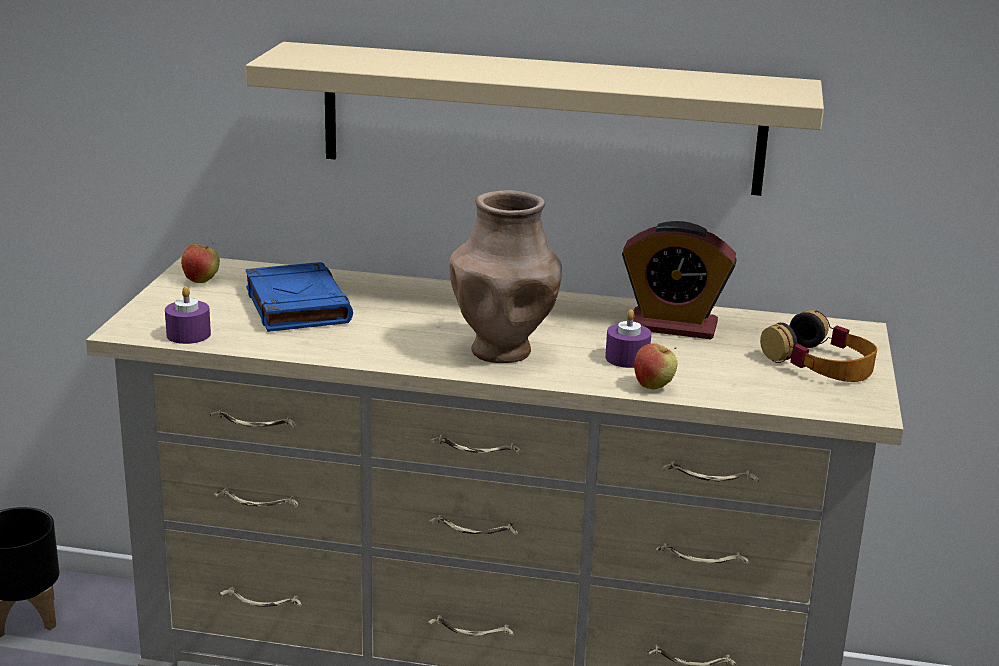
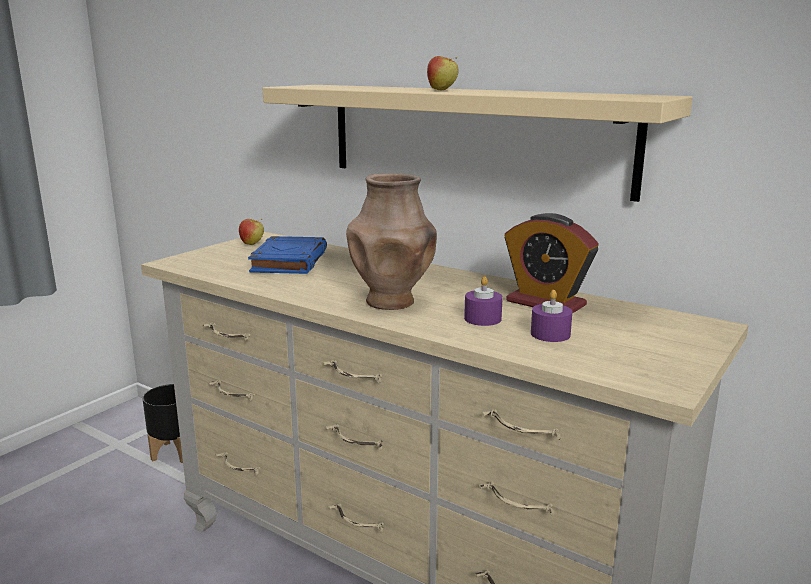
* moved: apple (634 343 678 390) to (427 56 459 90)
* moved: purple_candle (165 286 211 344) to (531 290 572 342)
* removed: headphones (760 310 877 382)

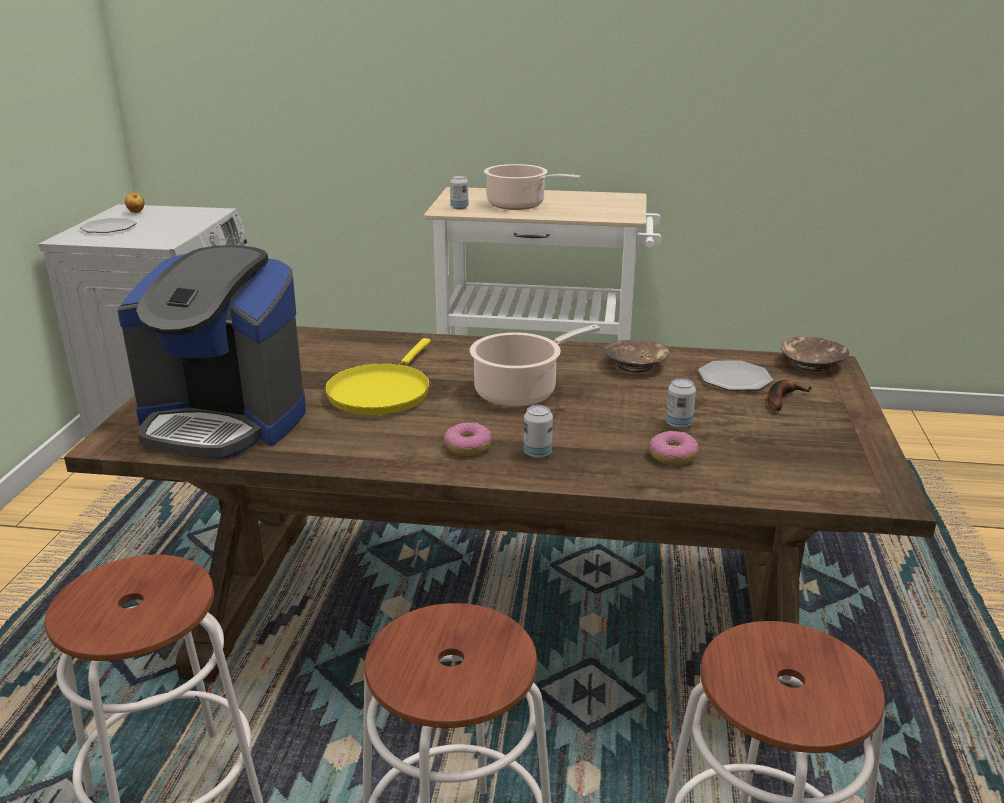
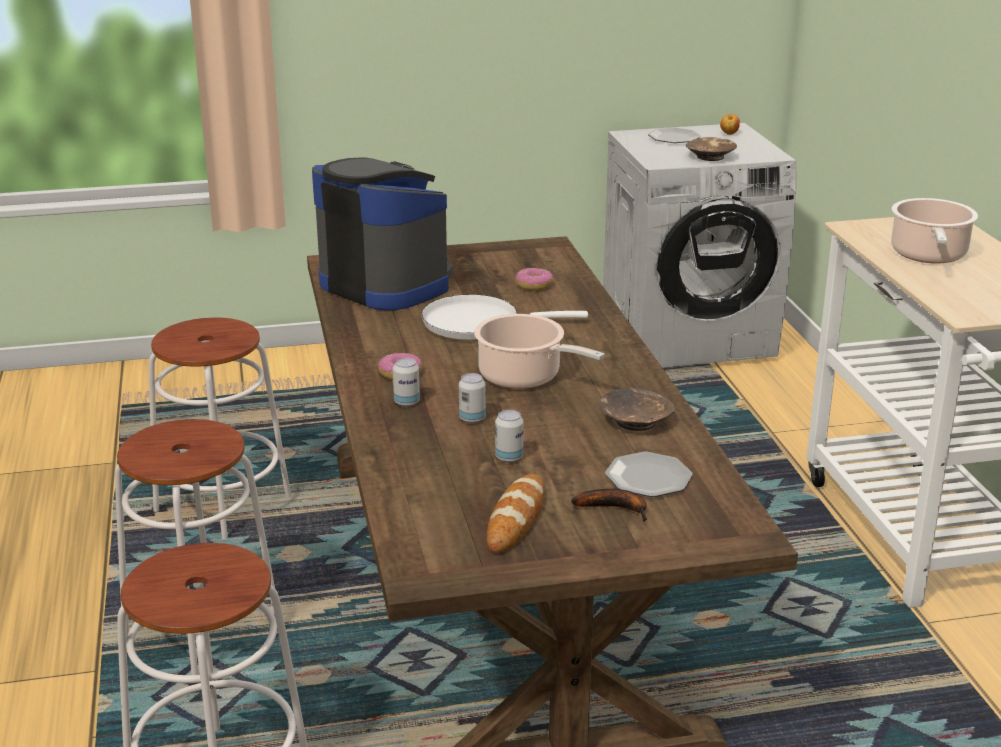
* turned: coffee_machine (117 245 306 459) = (312 157 453 310) 135 degrees clockwise
* recoloured: yellow_frying_pan (325 338 431 415) to white_frying_pan (421 294 588 340)
* moved: can (450 175 468 209) to (459 373 486 423)
* added: bread (487 474 545 553)
* moved: donut (649 431 699 465) to (515 268 553 291)
* moved: brown_bowl (781 337 849 371) to (686 137 737 161)

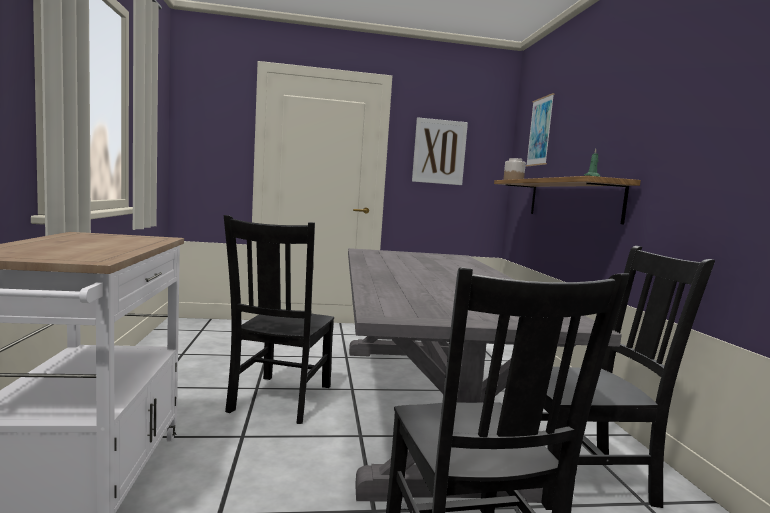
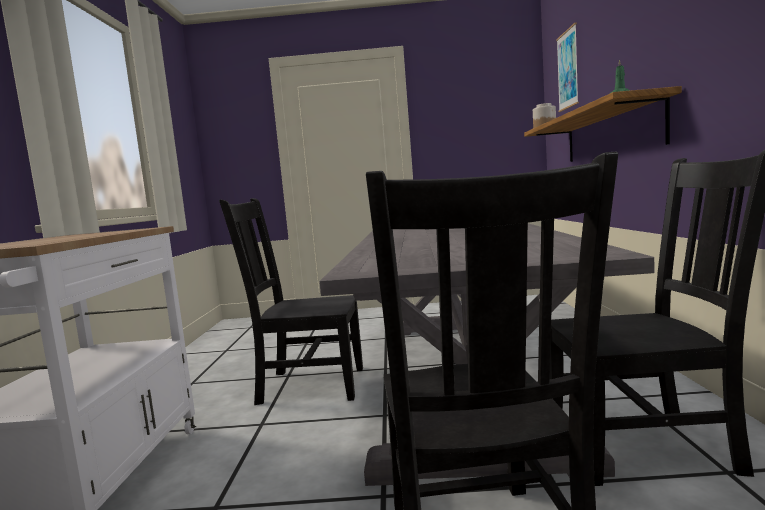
* turned: black_chair (224 215 334 424) = (219 198 363 405) 75 degrees clockwise
* removed: picture (412 117 468 185)

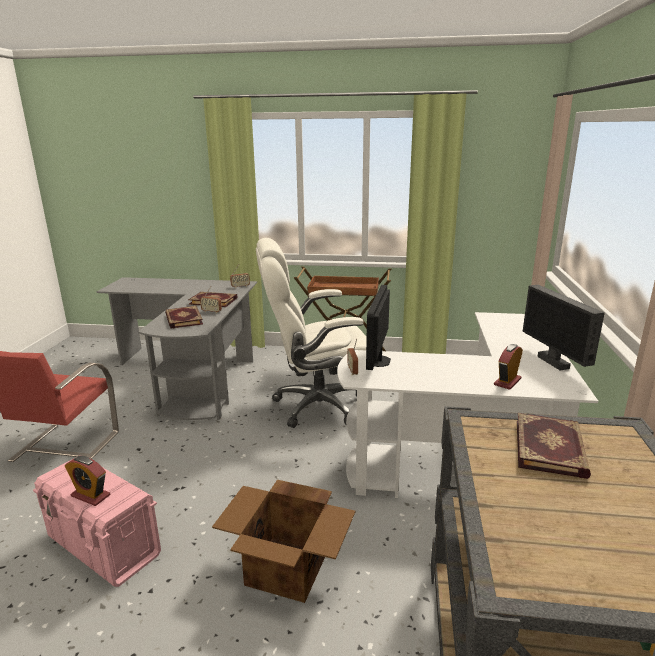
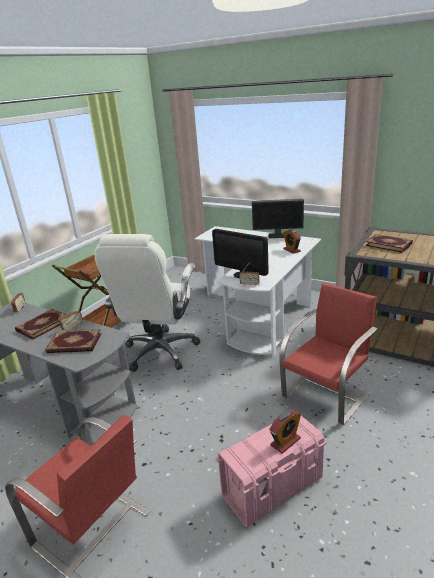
* replaced: cardboard_box (212 480 355 603) to red_chair (280 283 378 425)

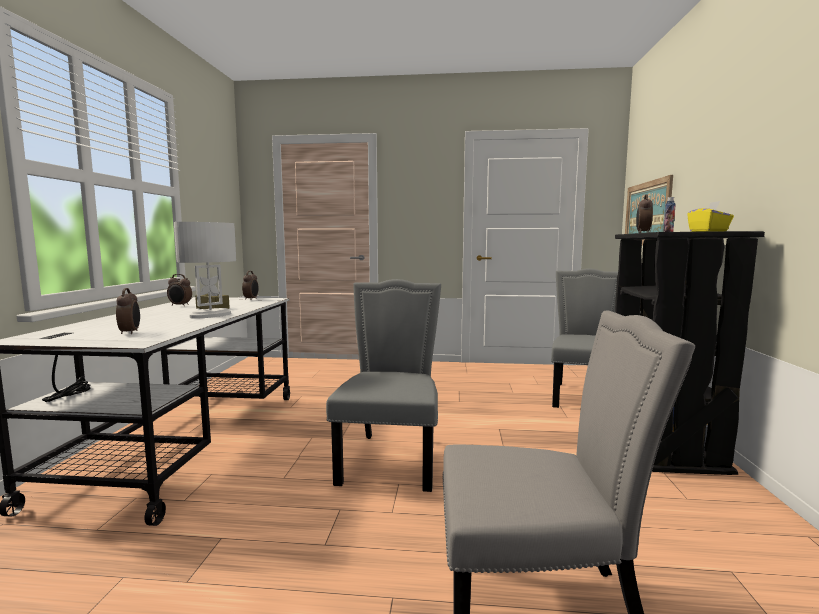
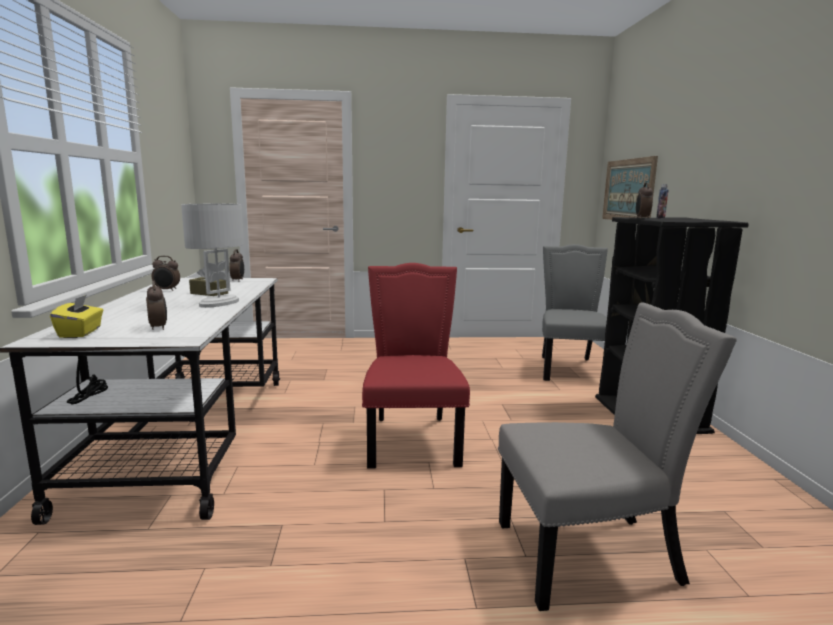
* moved: yellow_tissue_box (687 201 734 232) to (50 295 103 338)
* recoloured: grey_chair (326 279 441 492) to red_chair (362 263 470 468)

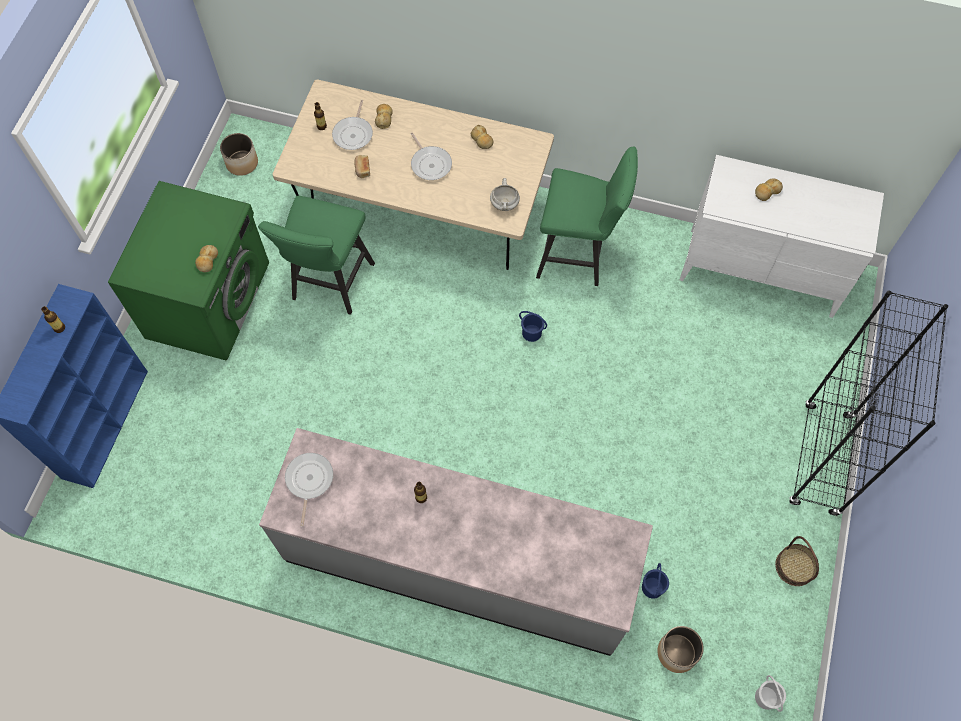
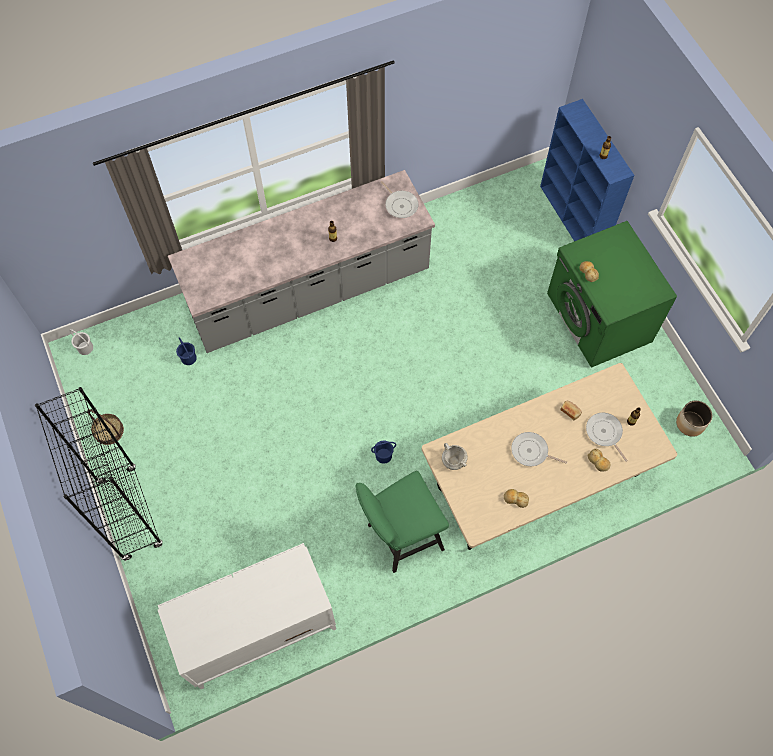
* removed: green_stool (258 196 375 315)
* removed: planter (657 626 704 673)
* removed: bread (755 178 783 201)

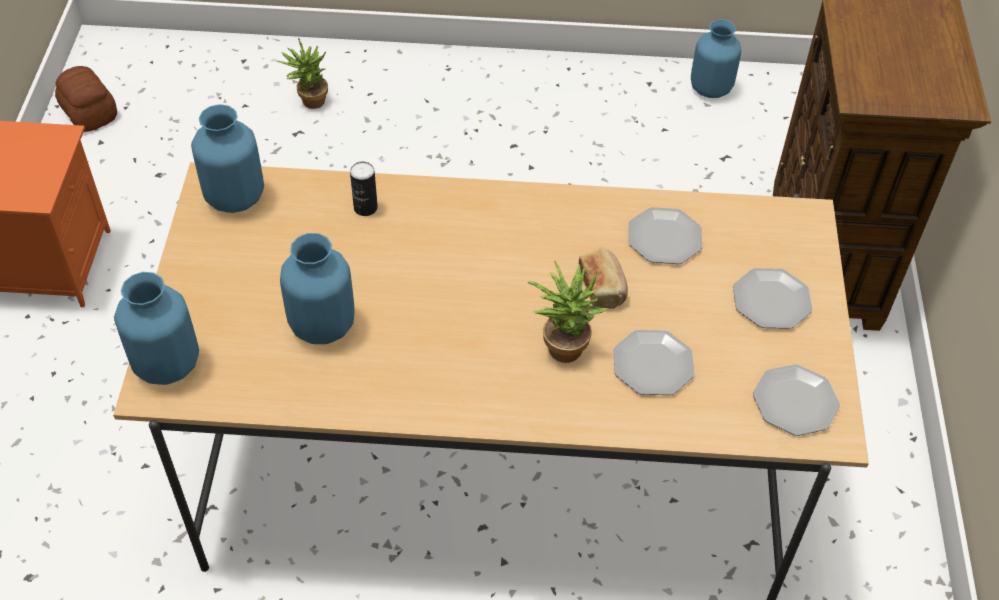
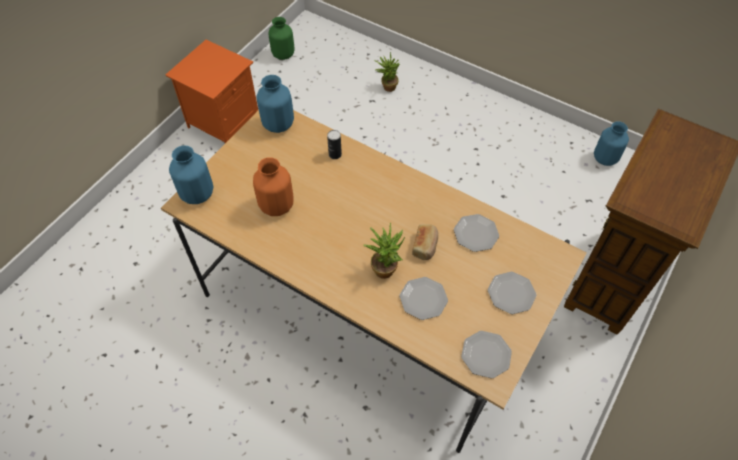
* recoloured: blue_vase (280 233 355 344) to orange_vase (253 157 294 216)
* replaced: bread (55 66 117 132) to green_vase (268 17 295 60)

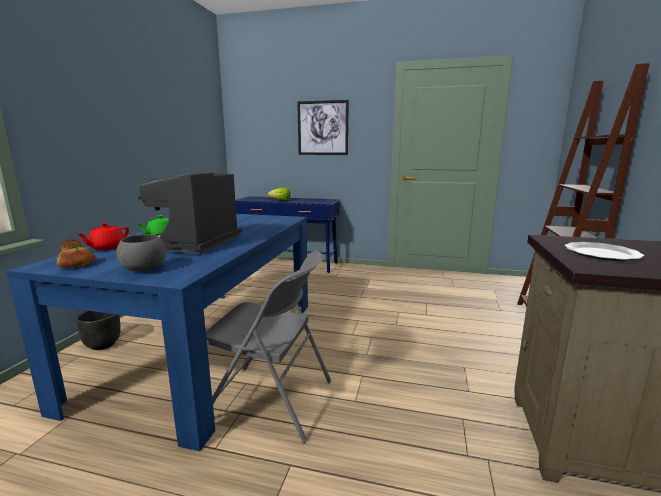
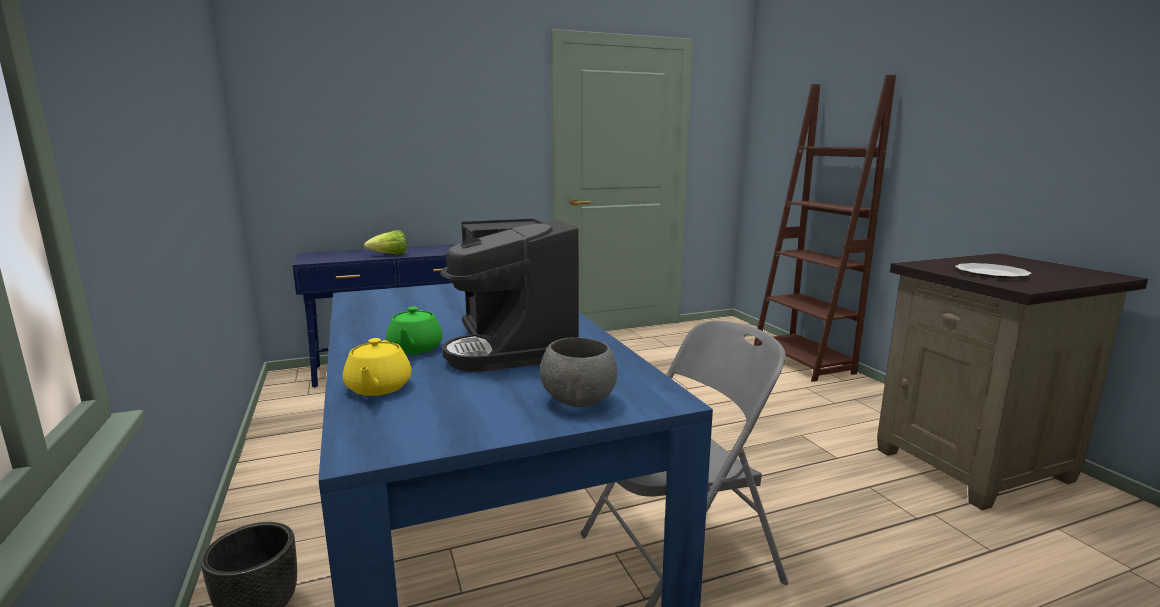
* recoloured: red_teapot (77 223 129 250) to yellow_teapot (343 338 411 396)
* removed: bread (57 239 95 268)
* removed: picture (297 100 349 155)

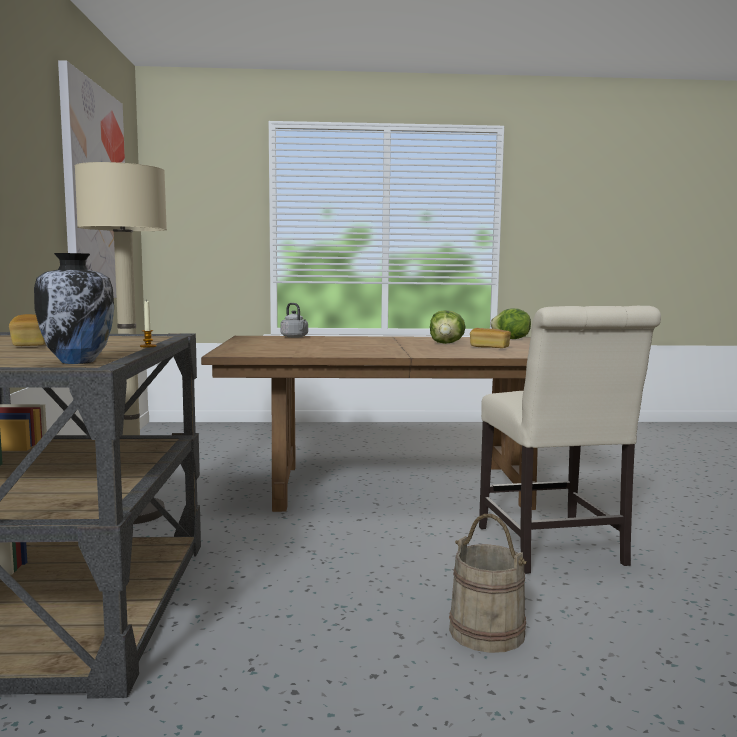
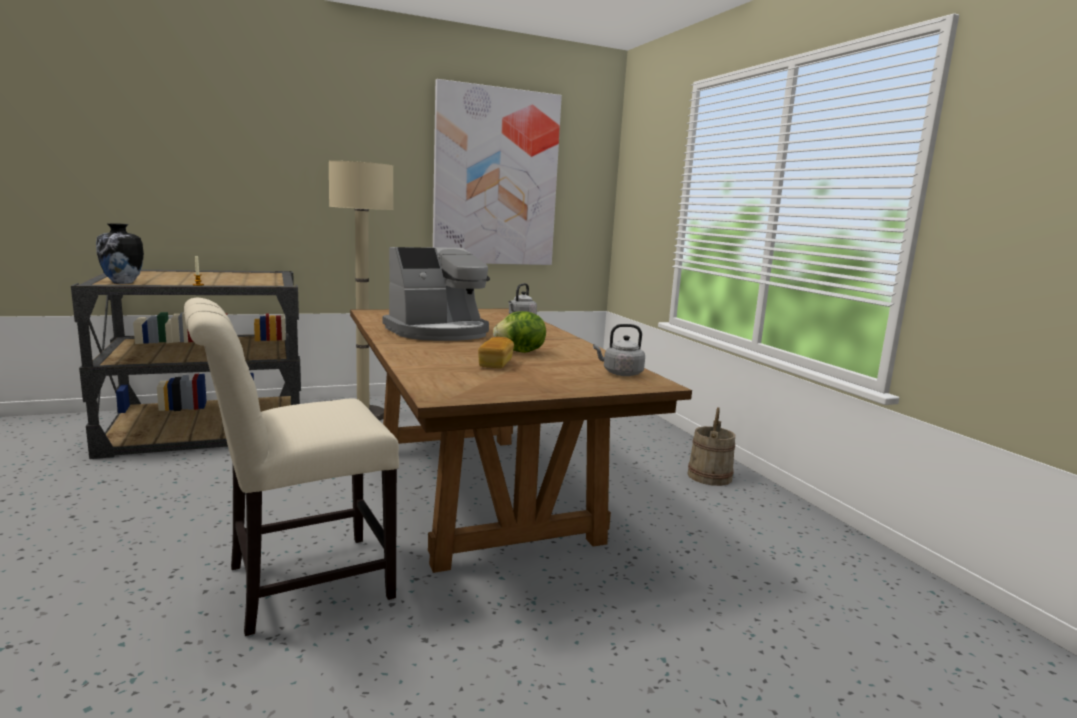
* added: coffee_machine (382 247 490 341)
* replaced: lettuce (490 308 531 339) to grey_kettle (593 324 645 376)
* moved: beige_bucket (449 514 527 653) to (687 407 735 486)
* removed: bread (9 314 45 346)

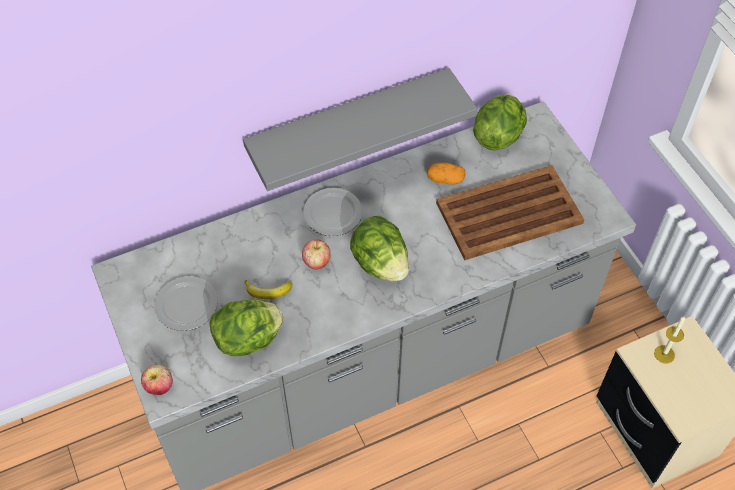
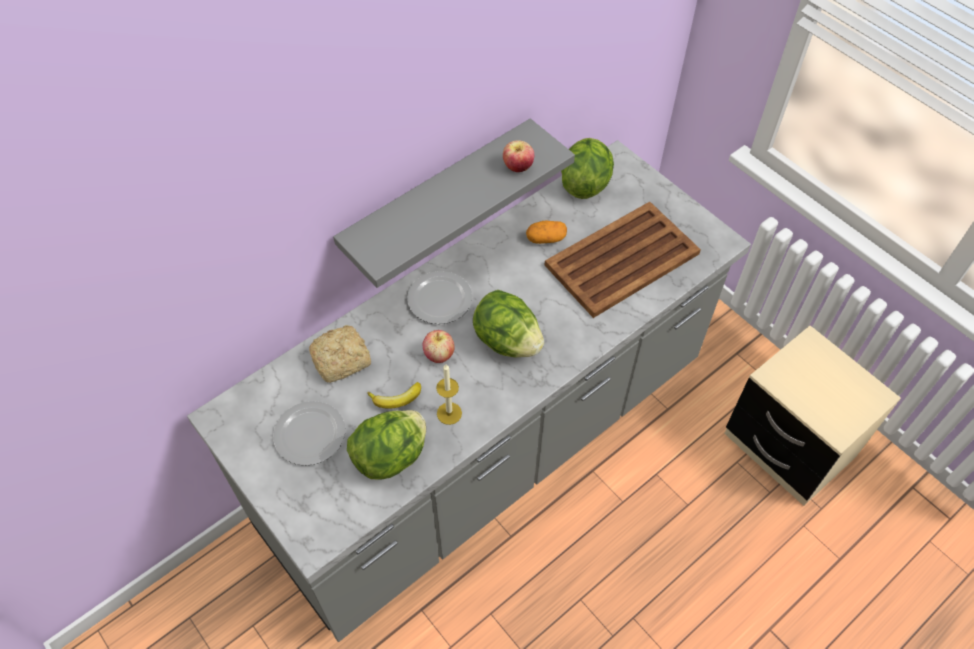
* added: bread (309 325 371 383)
* moved: candle (654 316 685 363) to (436 364 462 425)
* moved: apple (141 365 173 395) to (503 140 534 172)

